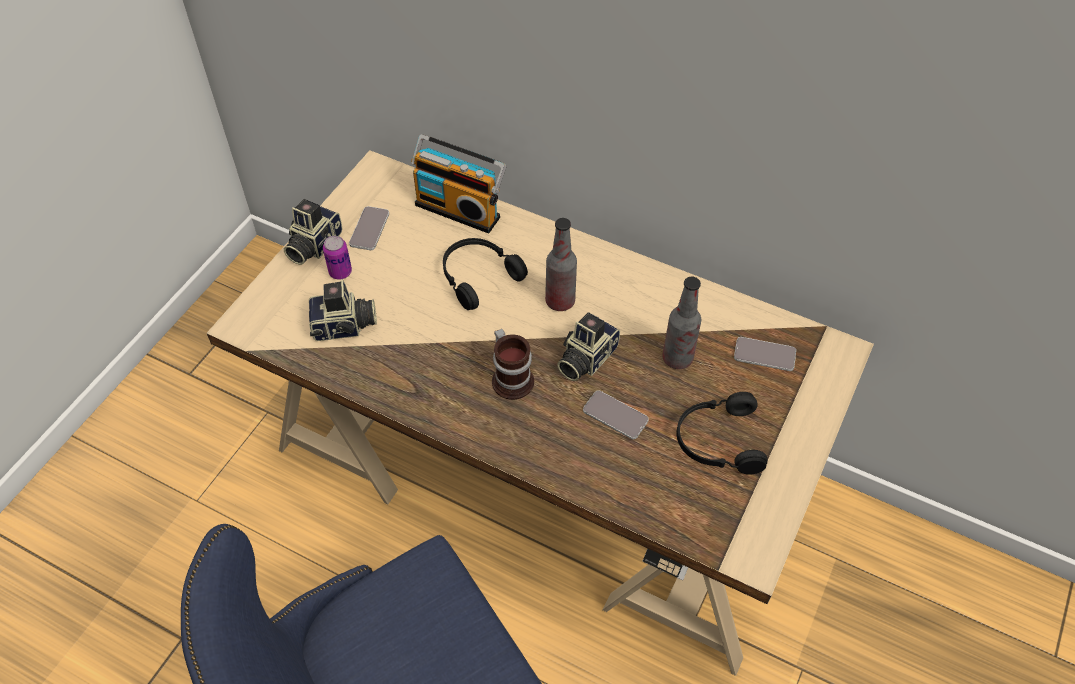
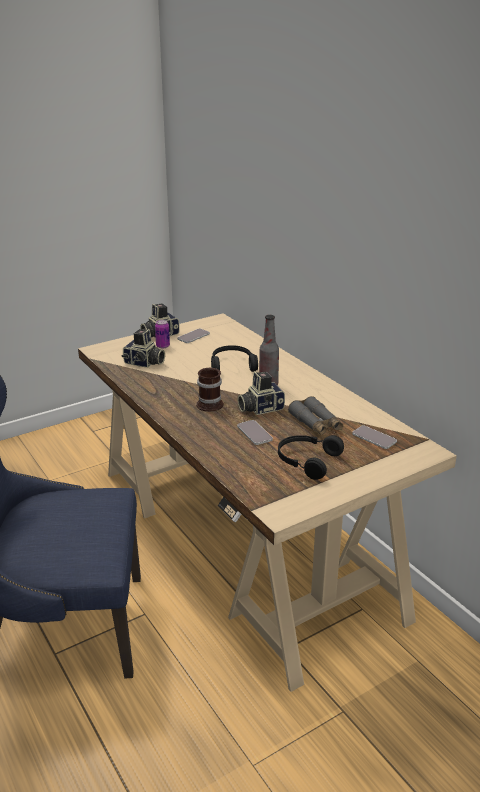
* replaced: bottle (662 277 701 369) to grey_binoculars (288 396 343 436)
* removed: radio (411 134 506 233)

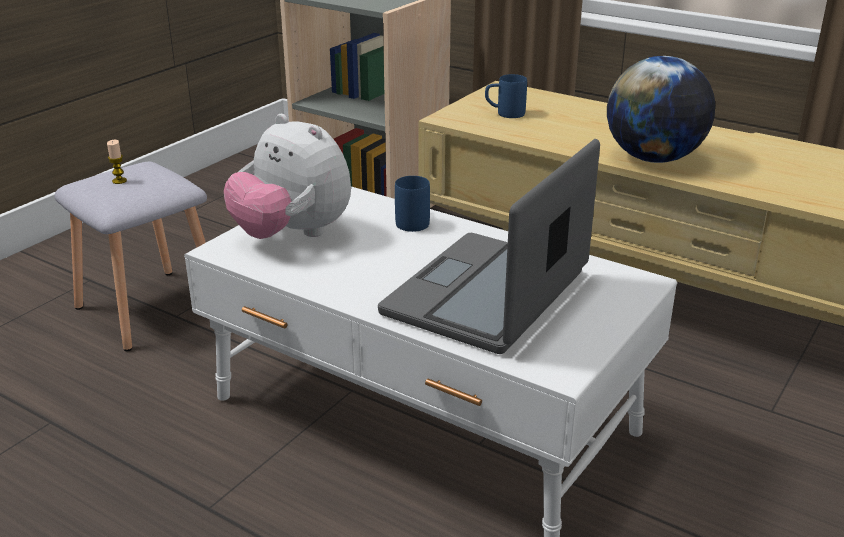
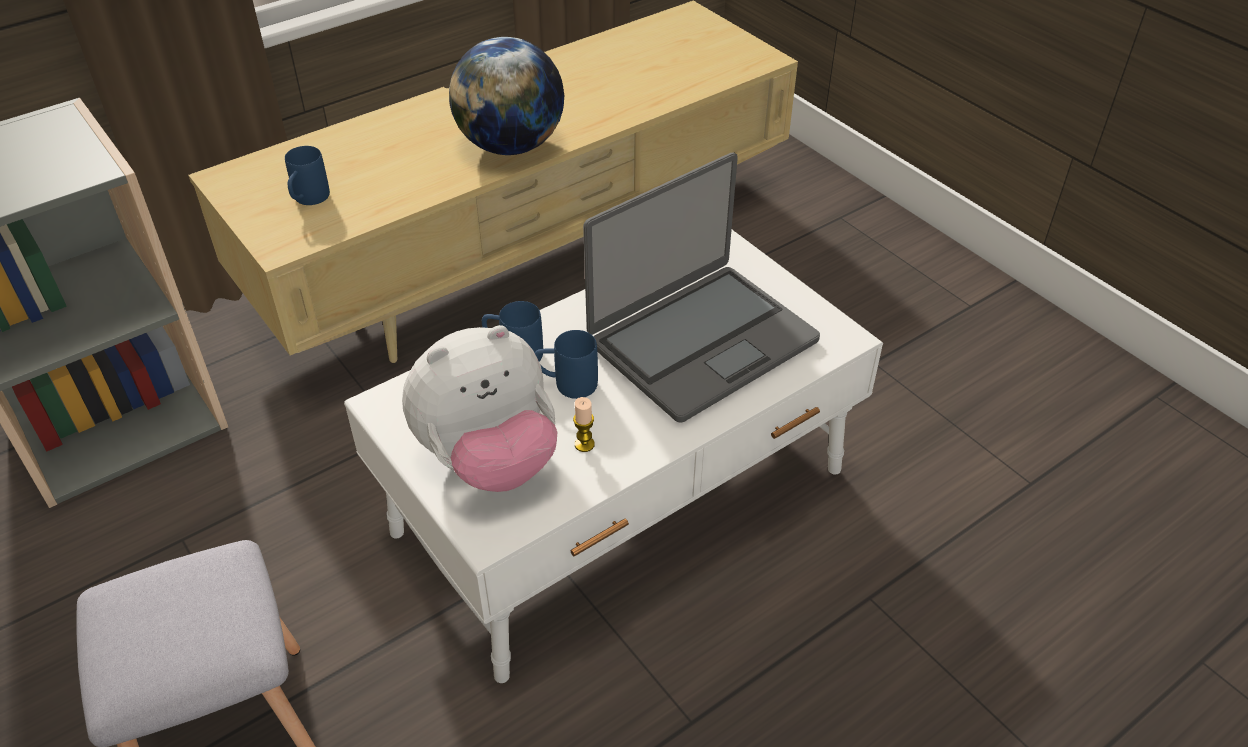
* added: blue_mug (535 330 598 399)
* moved: candle (107 140 127 184) to (573 397 595 452)
* turned: laptop (378 139 600 354) = (583 152 820 423) 90 degrees counterclockwise

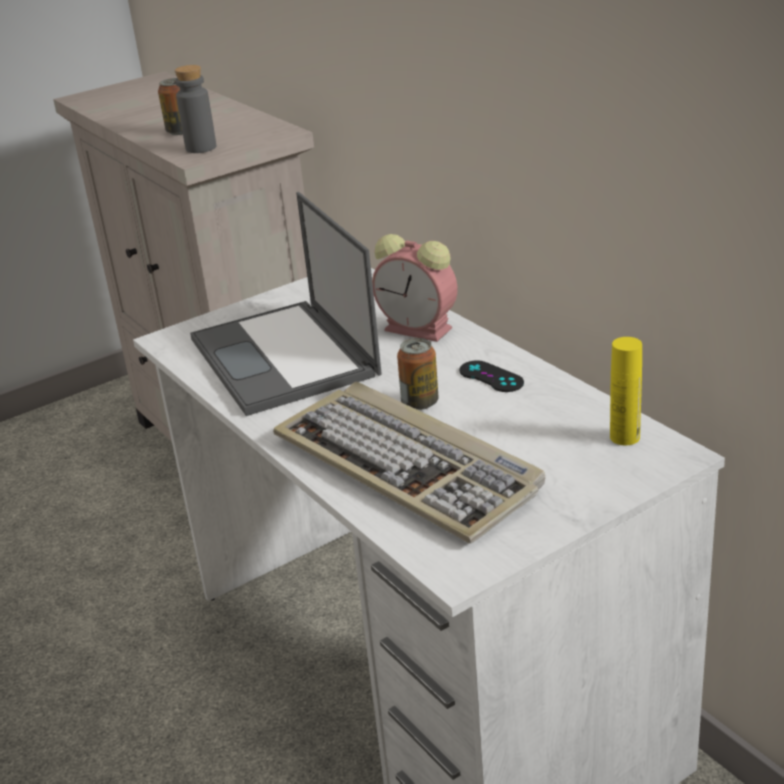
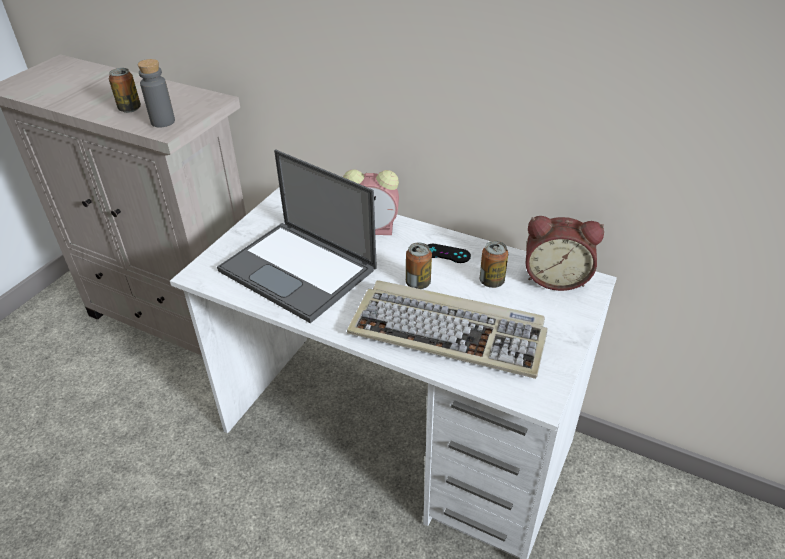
* added: can (480 241 508 288)
* replaced: yellow_bottle (610 337 642 445) to alarm_clock (526 216 604 291)

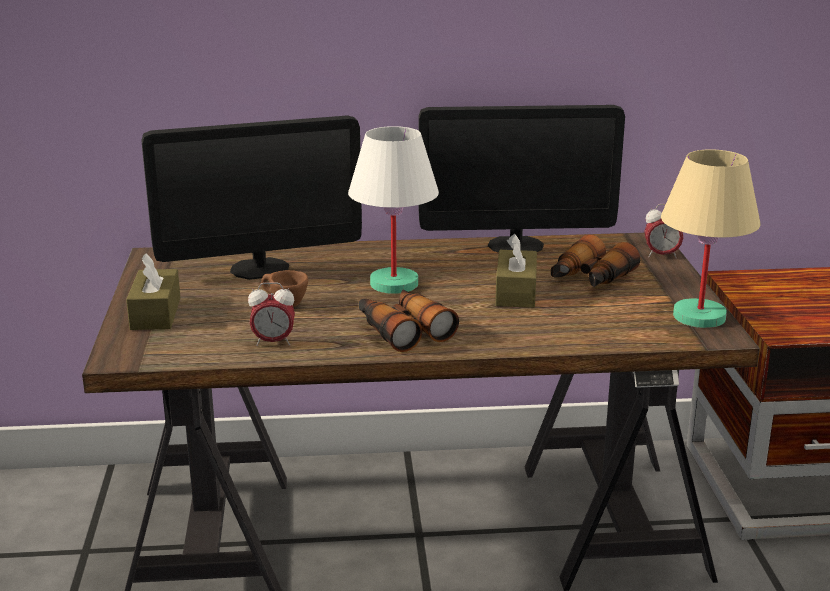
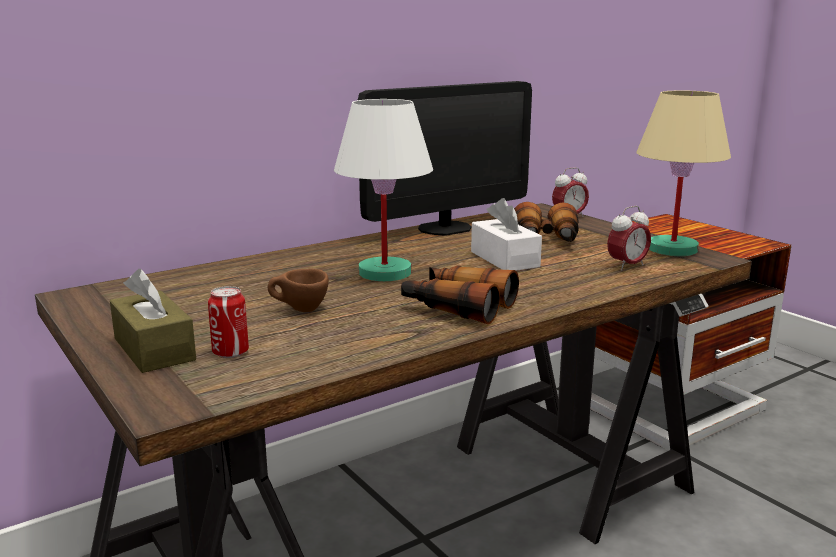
* added: can (208 286 249 358)
* recoloured: brown_tissue_box (495 234 537 308) to white_tissue_box (471 198 542 271)
* moved: alarm_clock (248 282 295 346) to (607 206 651 271)
* removed: monitor (141 115 362 280)

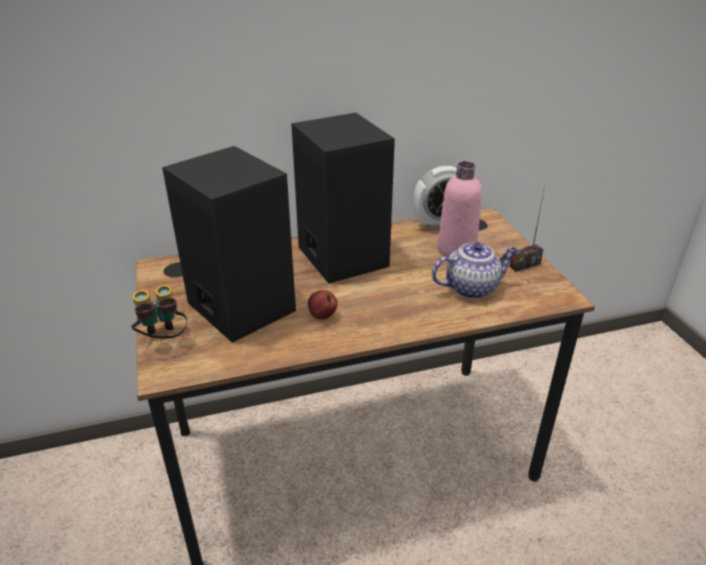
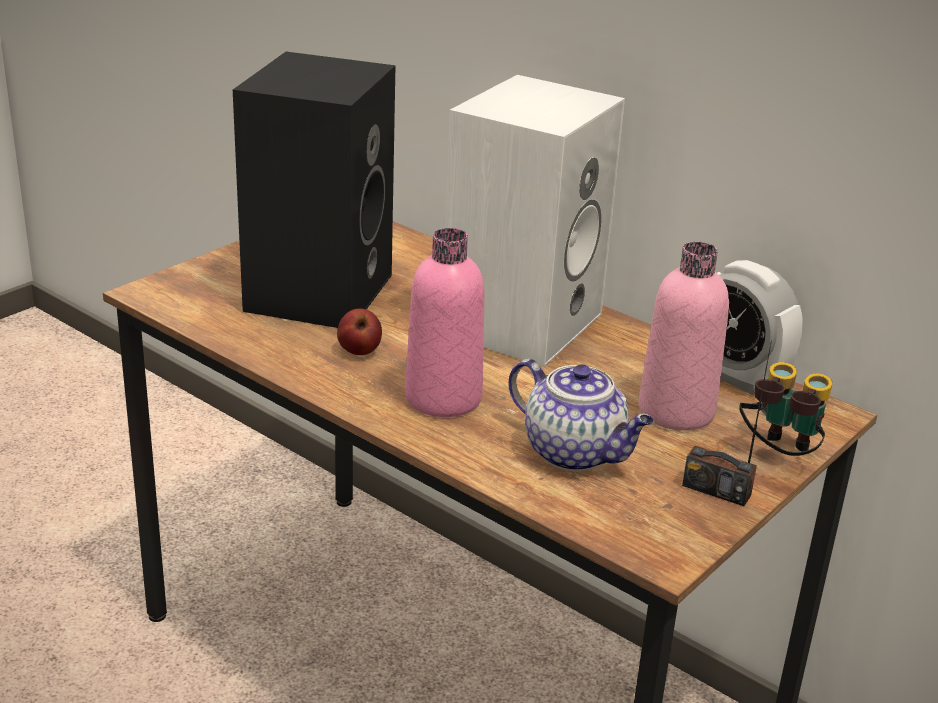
* added: pink_bottle (405 228 484 417)
* recoloured: black_speaker (291 113 395 284) to white_speaker (445 75 625 367)
* moved: binoculars (131 285 187 339) to (739 362 833 456)

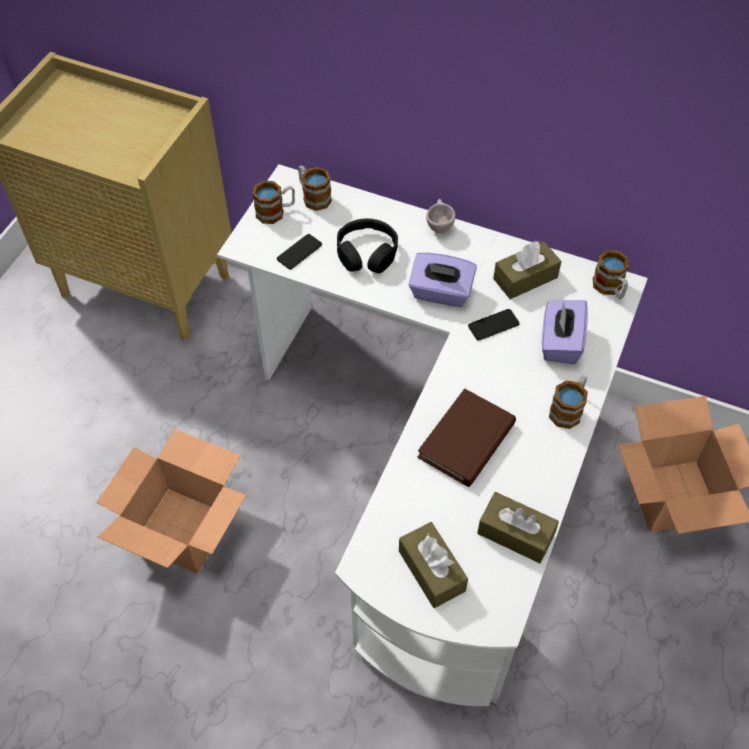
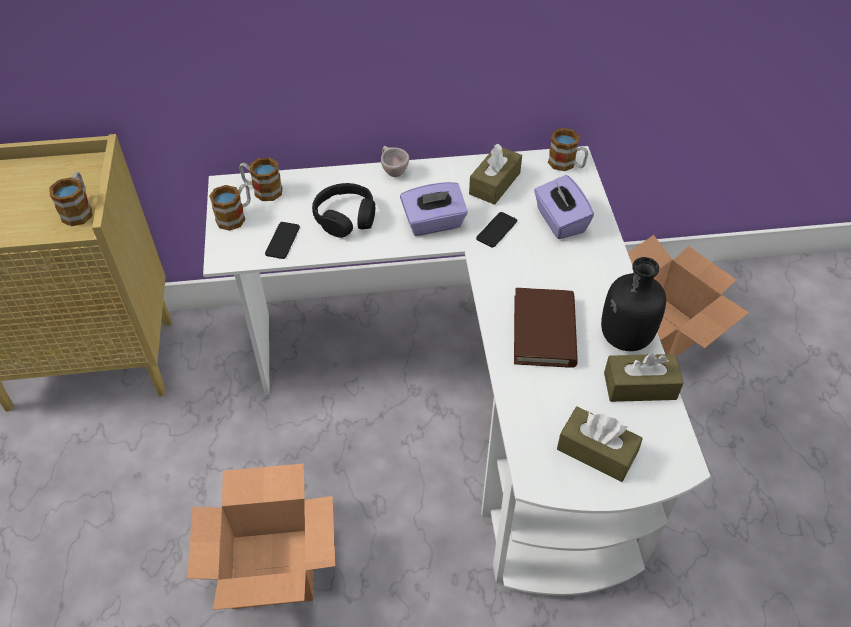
* moved: mug (549 375 588 429) to (49 172 93 226)
* added: black_bottle (601 257 666 351)

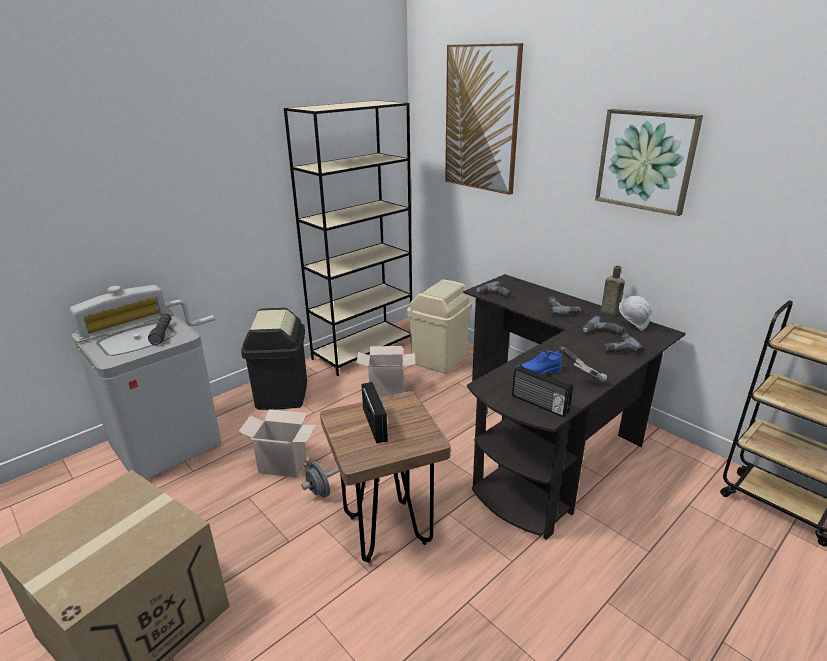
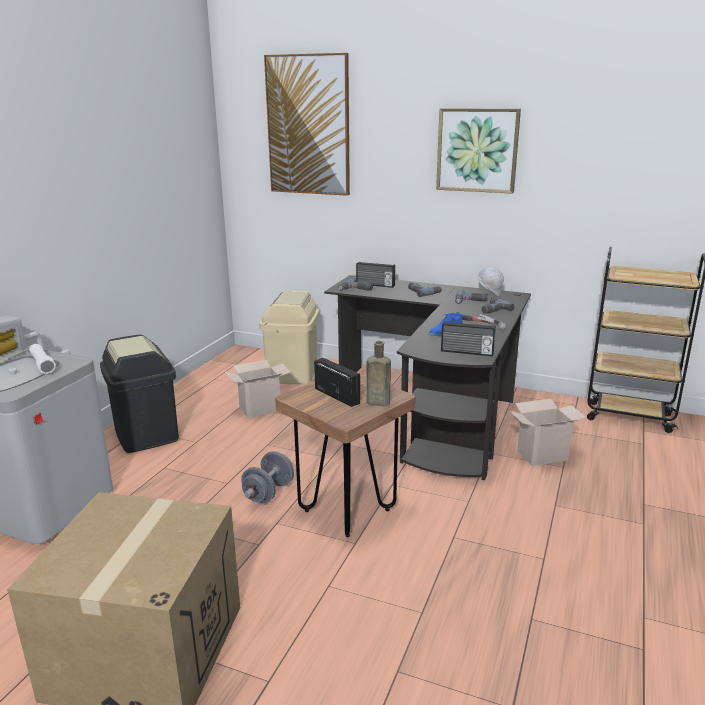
* recoloured: black_flashlight (148 313 172 345) to white_flashlight (29 344 56 374)
* added: radio (356 262 395 288)
* moved: brown_bottle (601 266 625 316) to (367 341 391 407)
* moved: cardboard_box (238 409 316 478) to (509 399 587 466)
* removed: beige_bookcase (284 100 412 376)

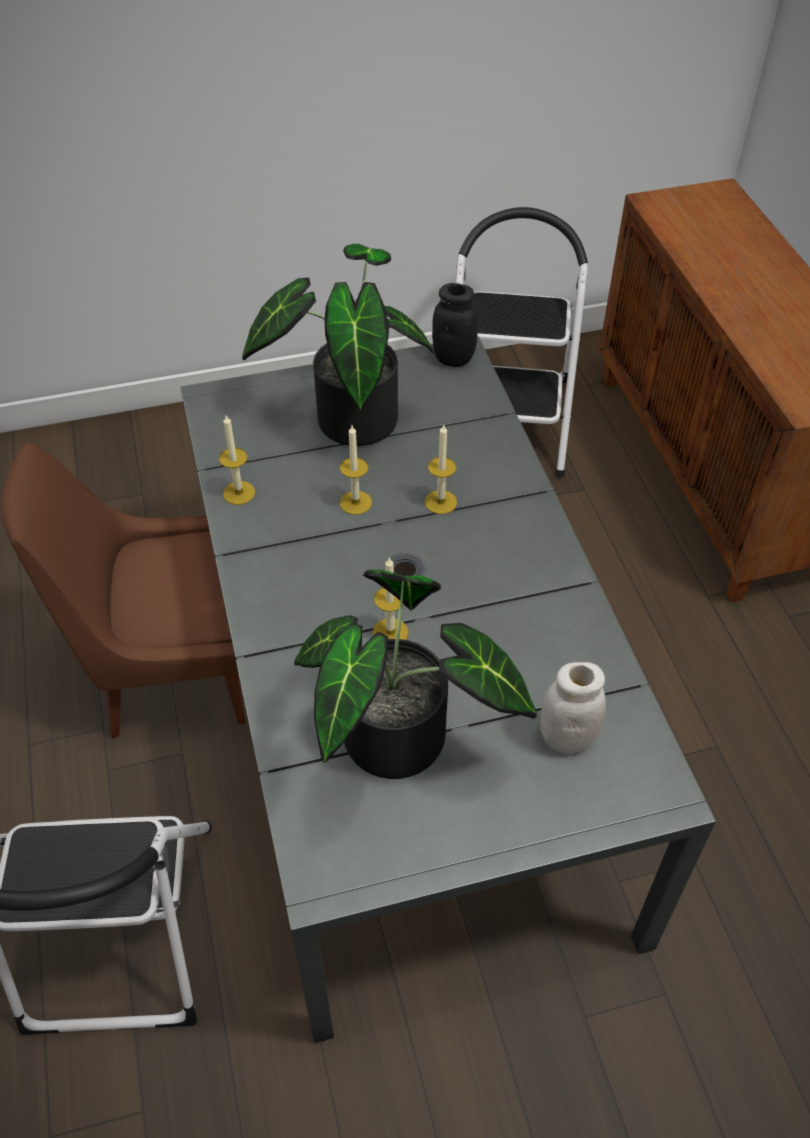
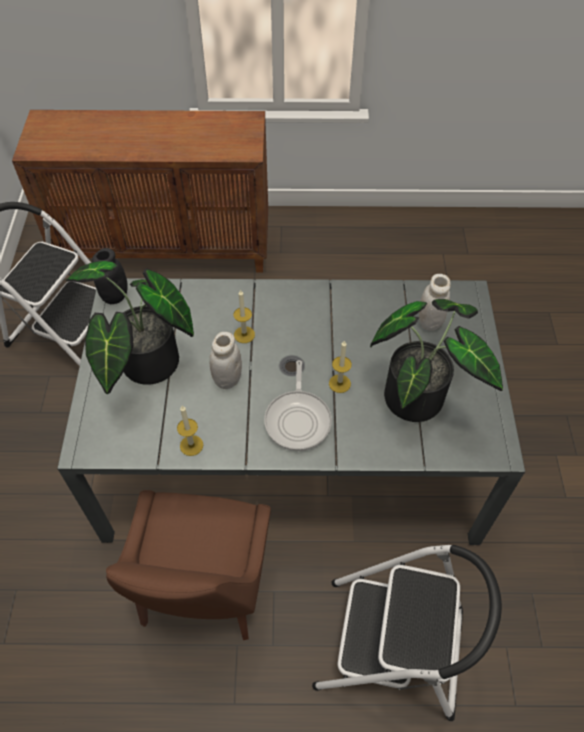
* replaced: candle (340 426 372 515) to white_jar (210 332 242 389)
* added: frying_pan (264 360 332 451)

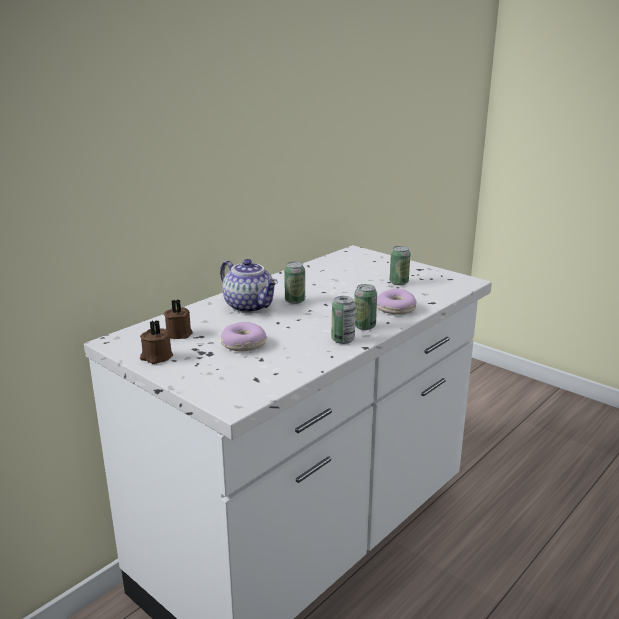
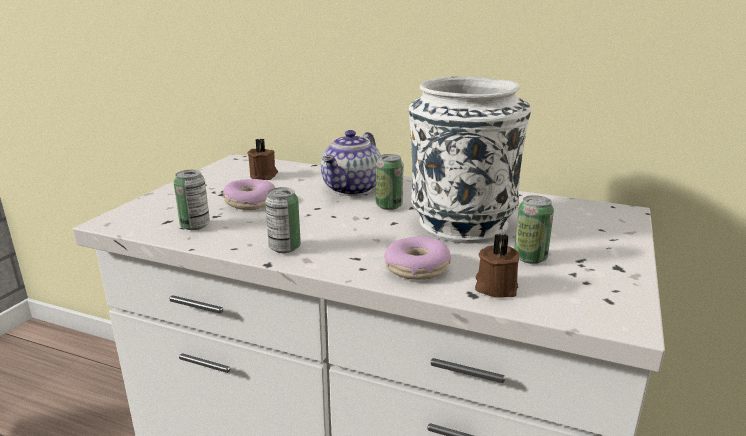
* moved: can (354 284 377 330) to (174 170 210 230)
* added: white_vase (409 77 531 244)
* moved: brown_candle (140 320 173 364) to (475 233 520 298)

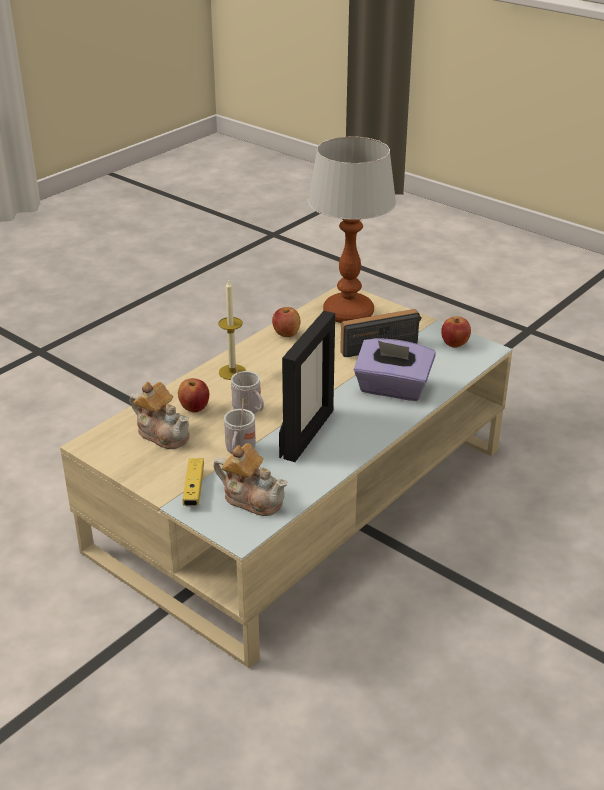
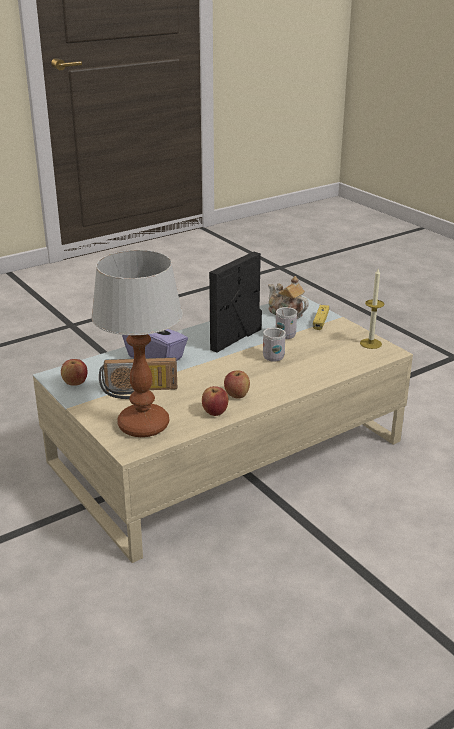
* moved: apple (178 378 209 412) to (224 370 250 398)
* moved: candle (218 279 247 380) to (360 269 384 349)
* removed: teapot (130 382 190 449)

